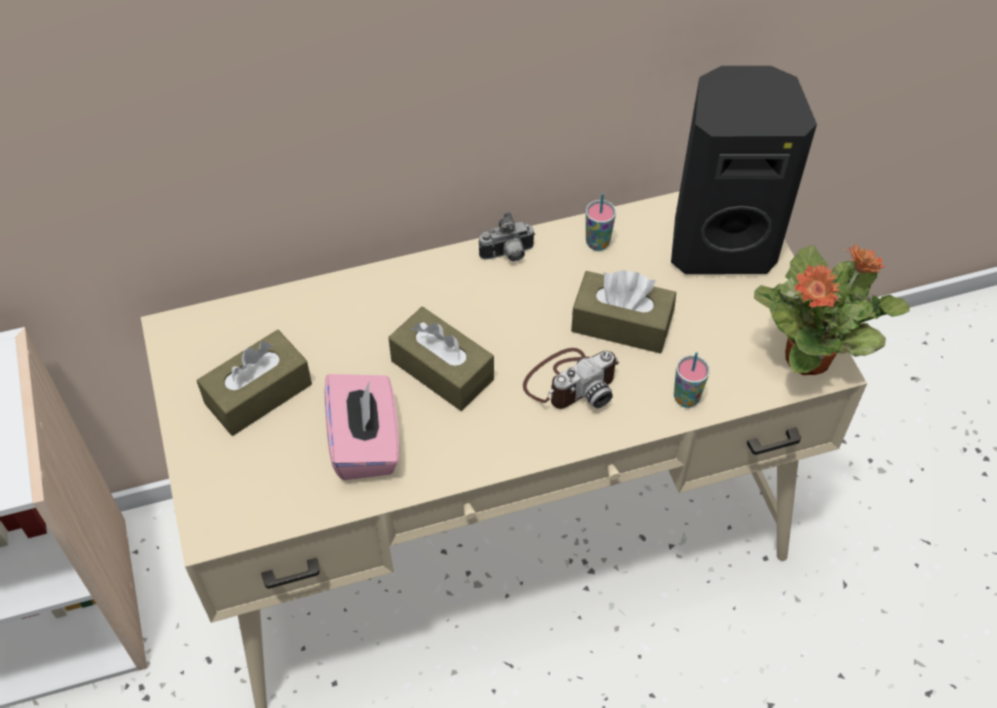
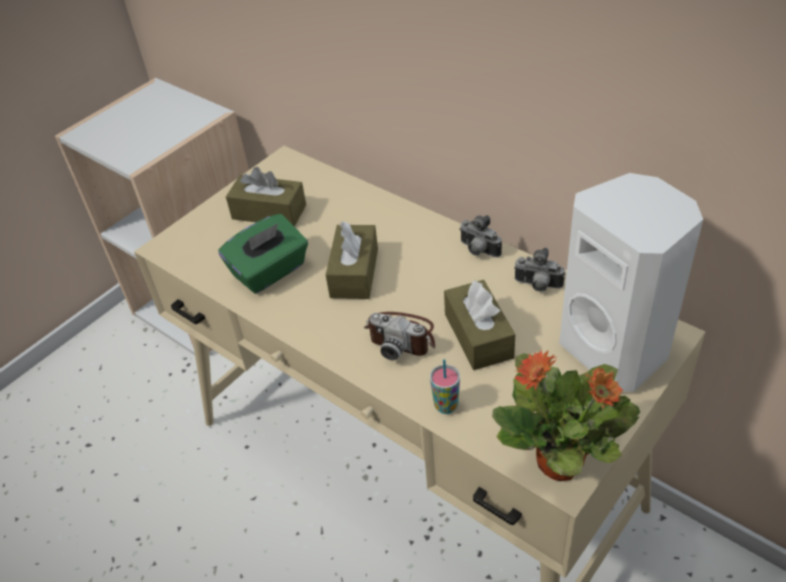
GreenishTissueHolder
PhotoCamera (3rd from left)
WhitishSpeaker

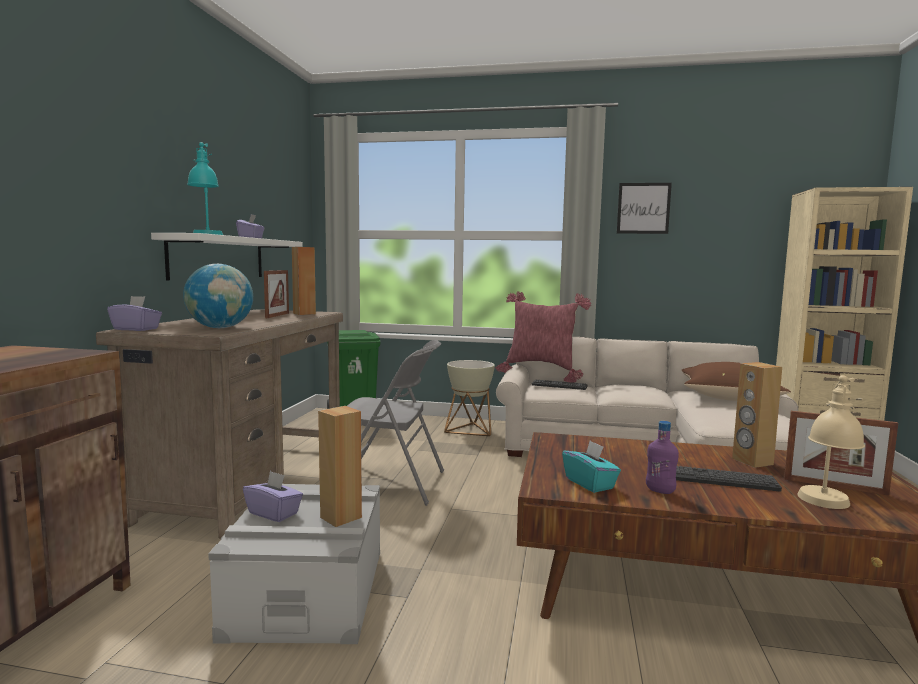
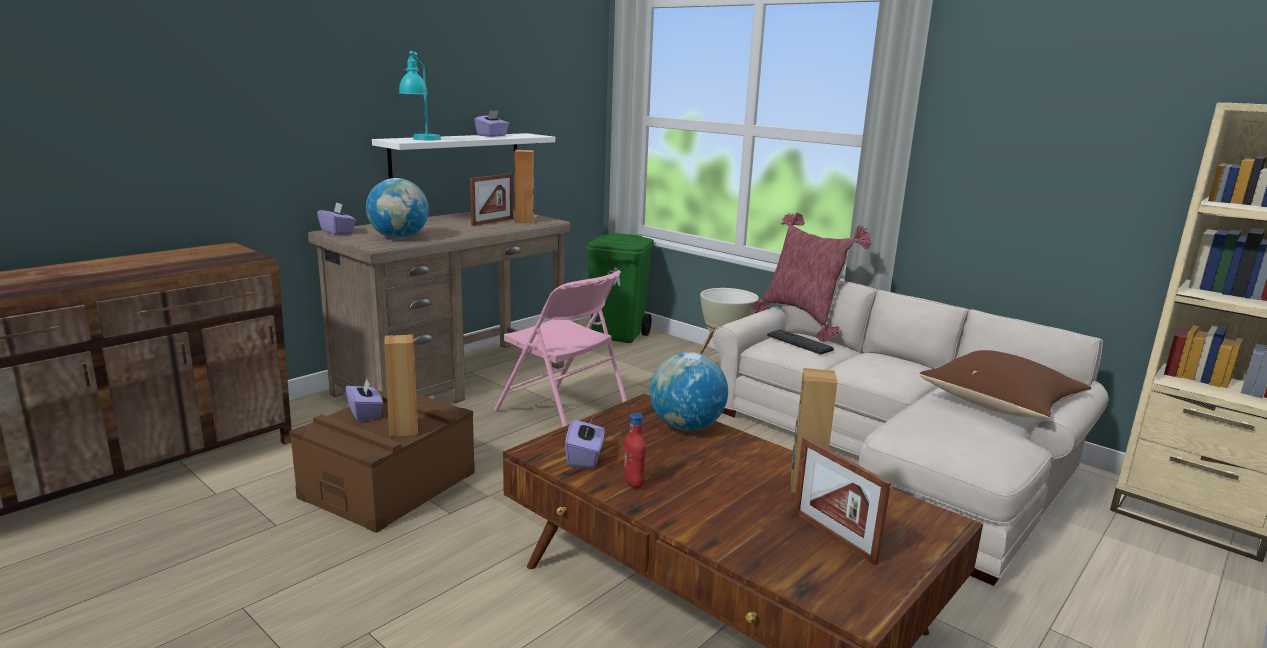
BrownColouredStorageBin
PinkishPlainChair
PurpleTissueHolder (4th from left)
WallArt
ReddishBeverageBottle
PcKeyboard (2nd from left in the first image)
BeigeColouredTabletopLamp
Globe (2nd from left)

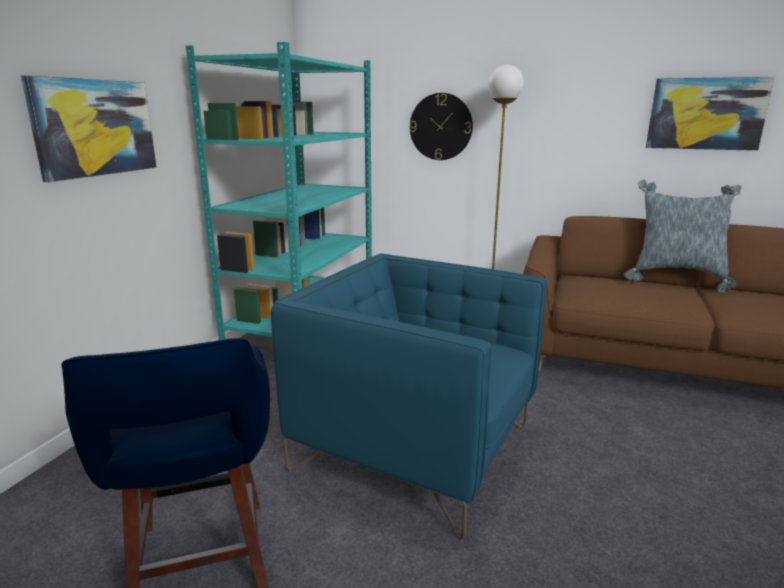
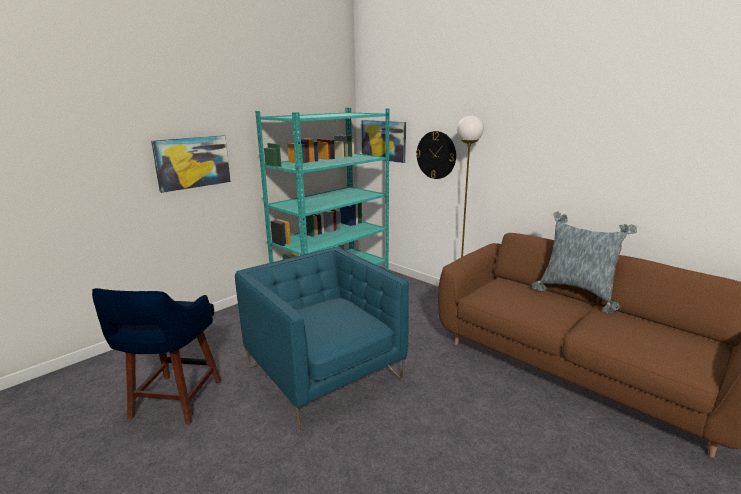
WallArt (2nd from left)

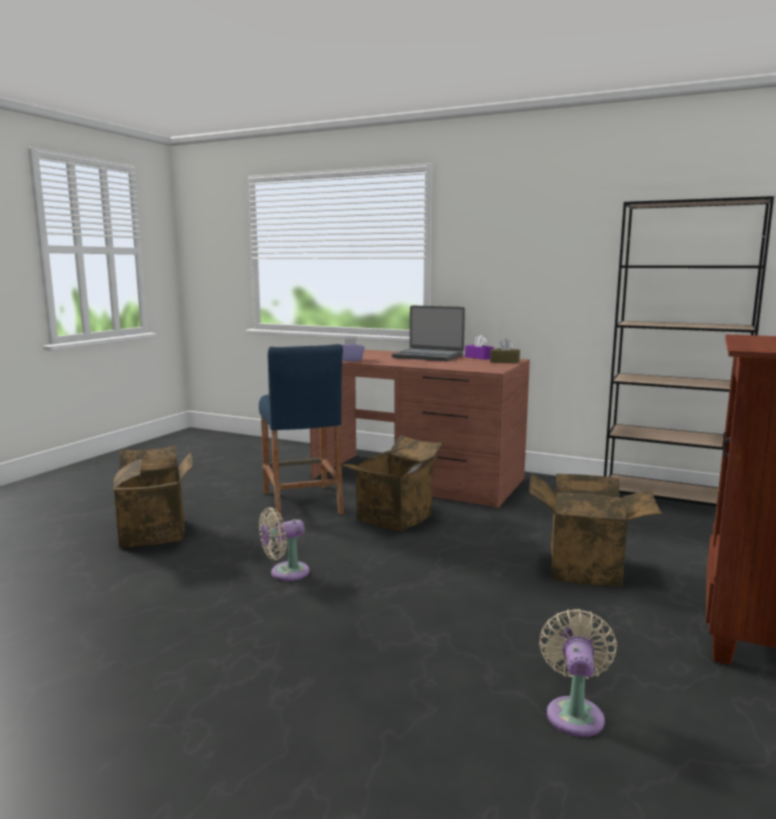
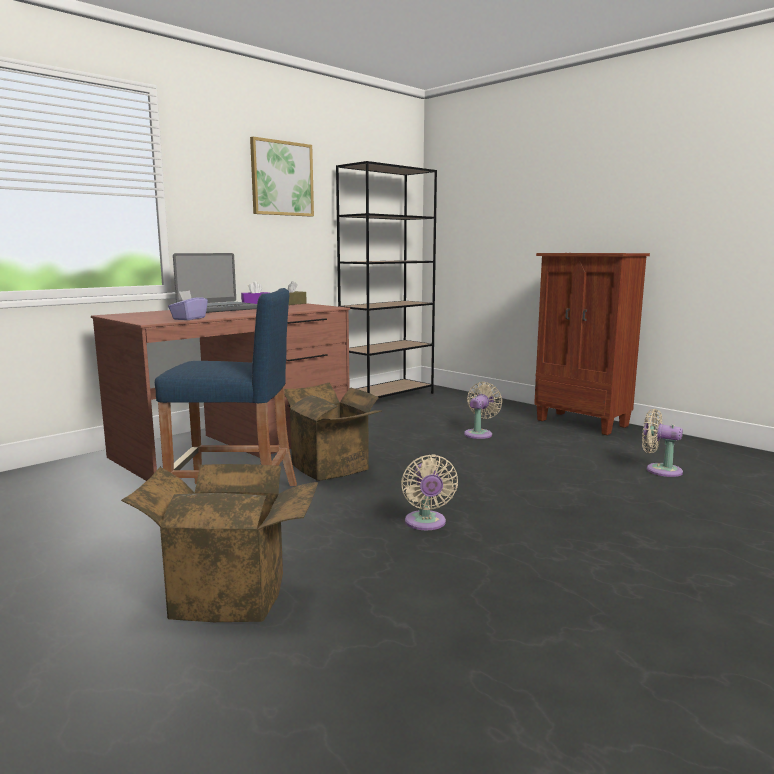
BeigeColouredFan (2nd from left)
WallArt

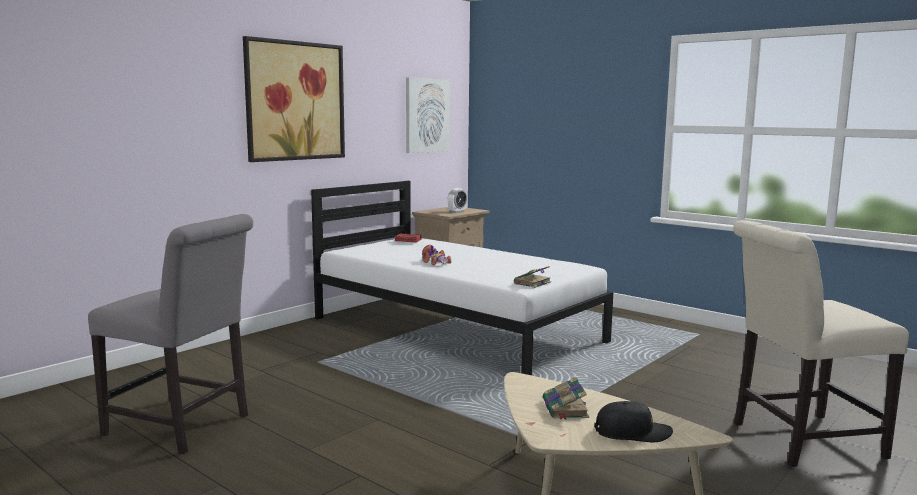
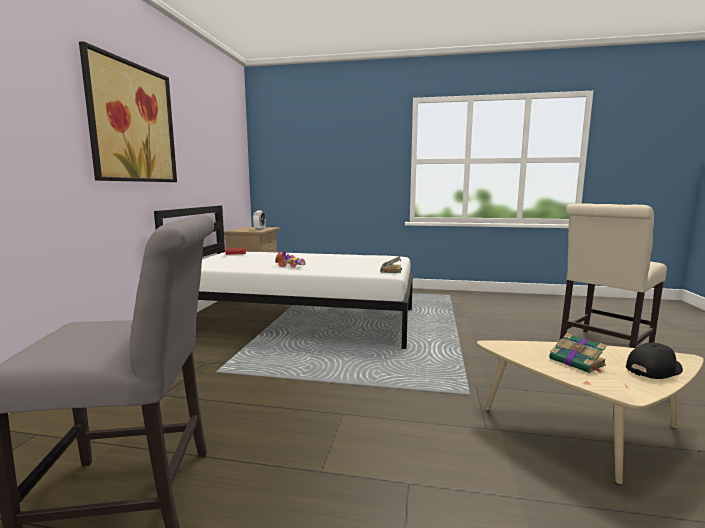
WallArt (2nd from left in the first image)

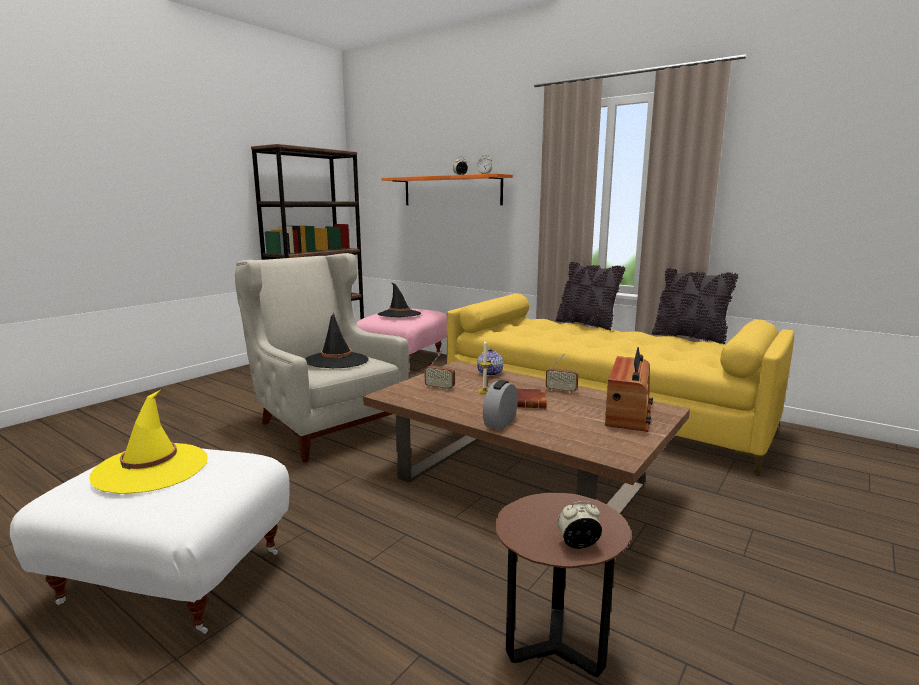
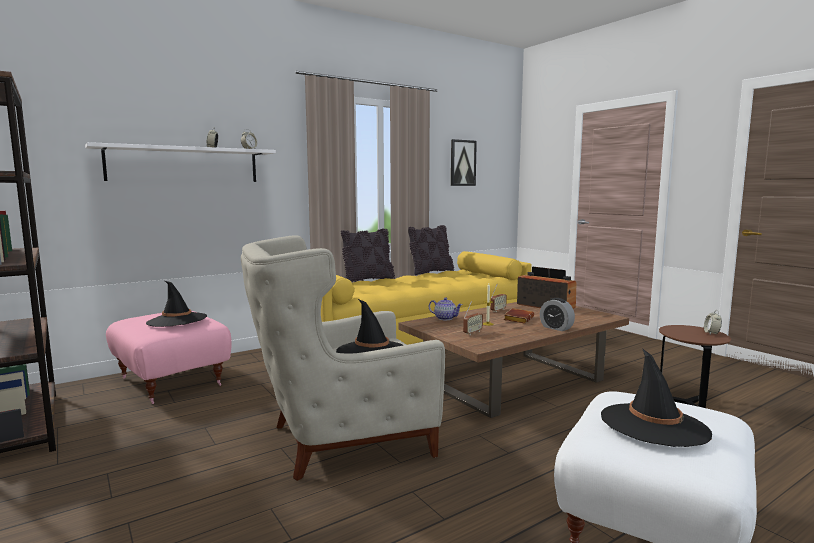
BlackishClothingHat (3rd from left)
WhitishWallShelf
WallArt

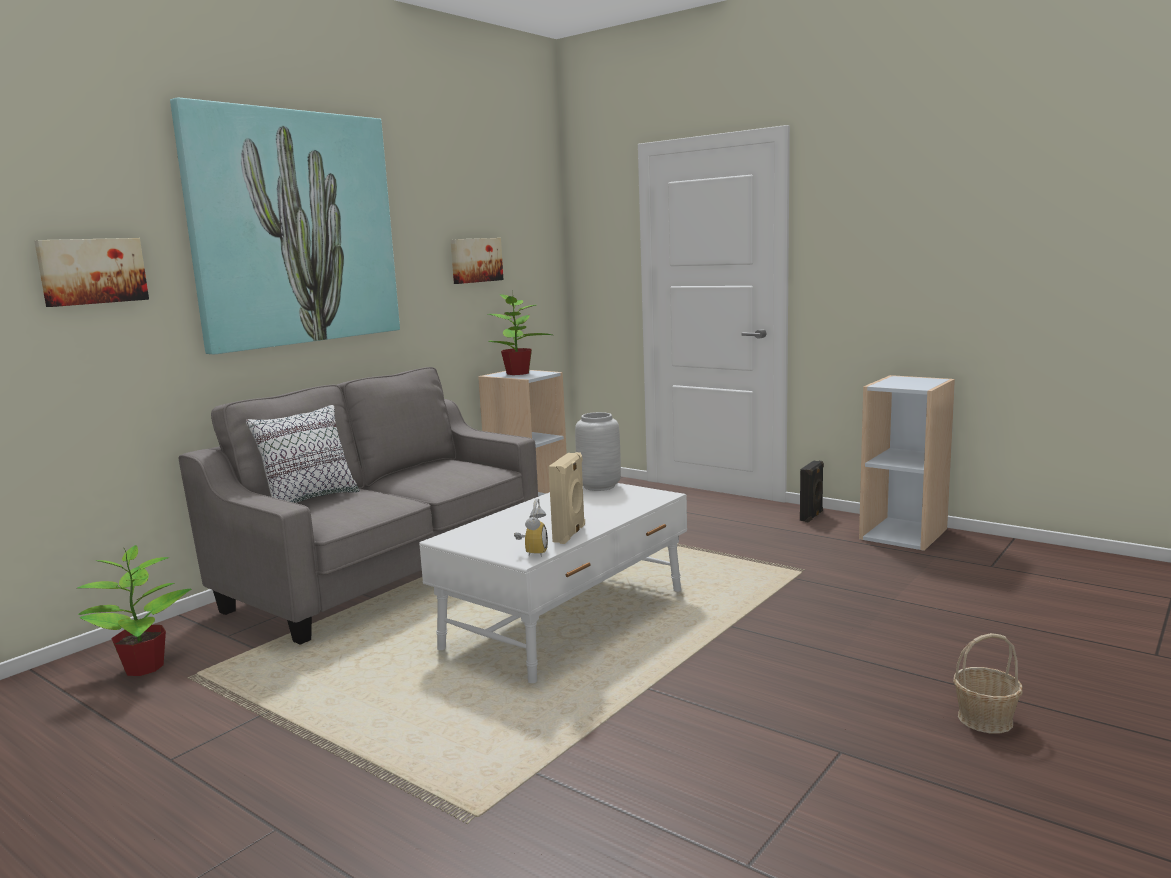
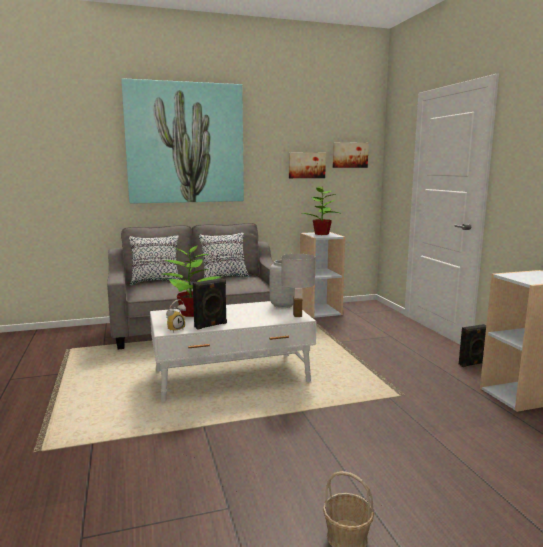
WallArt (3rd from left)
PottedPlant (1st from left)
BlackishSpeaker (1st from left)
WhitishThrowPillow (2nd from left)
WhitishTabletopLamp

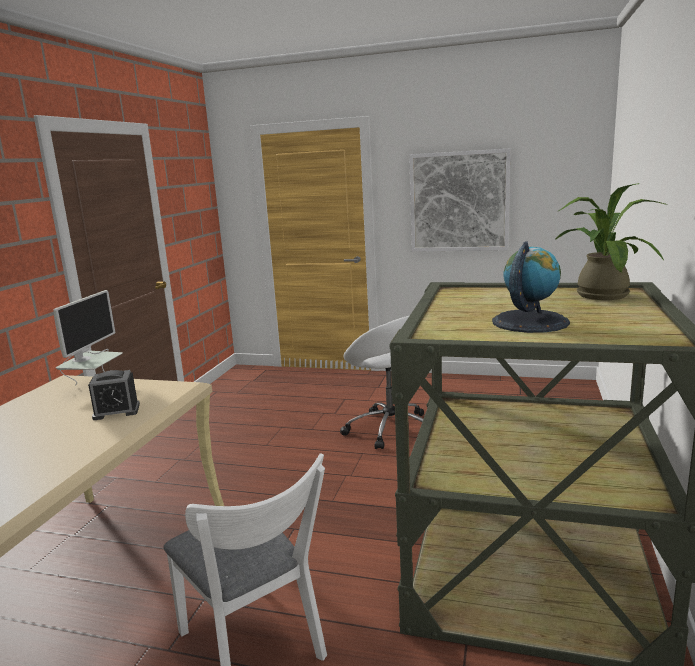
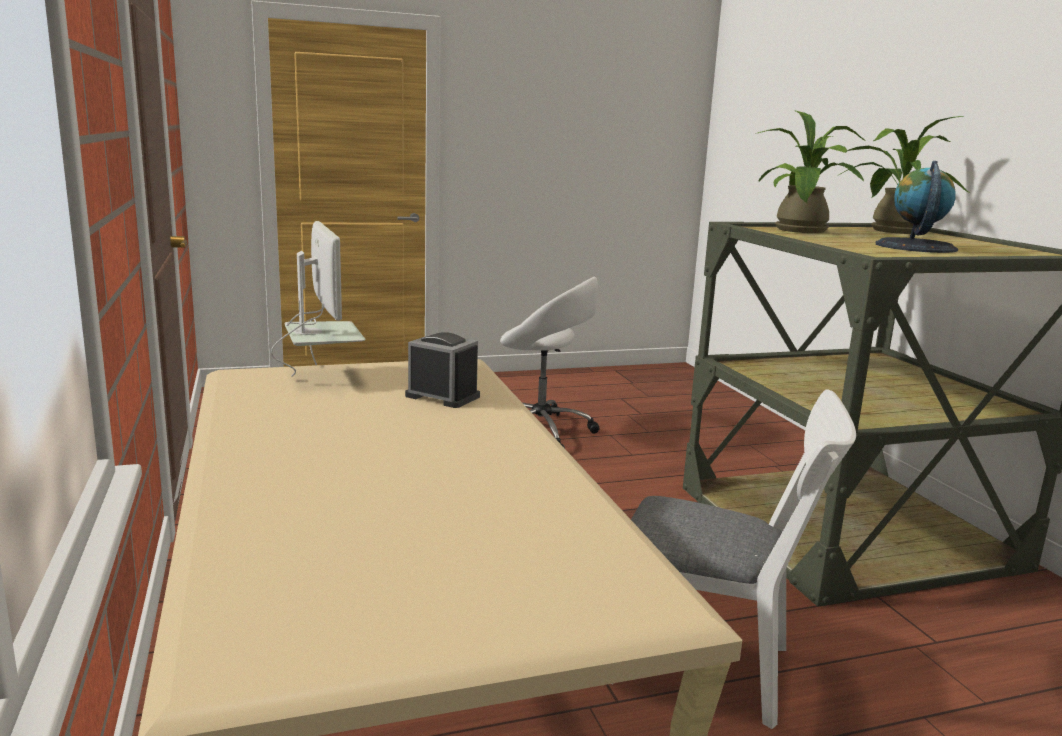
BedsideClock
WallArt
PottedPlant (1st from left)

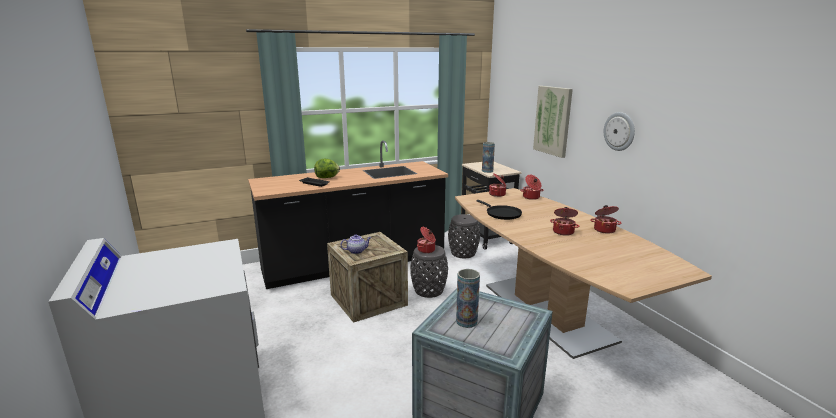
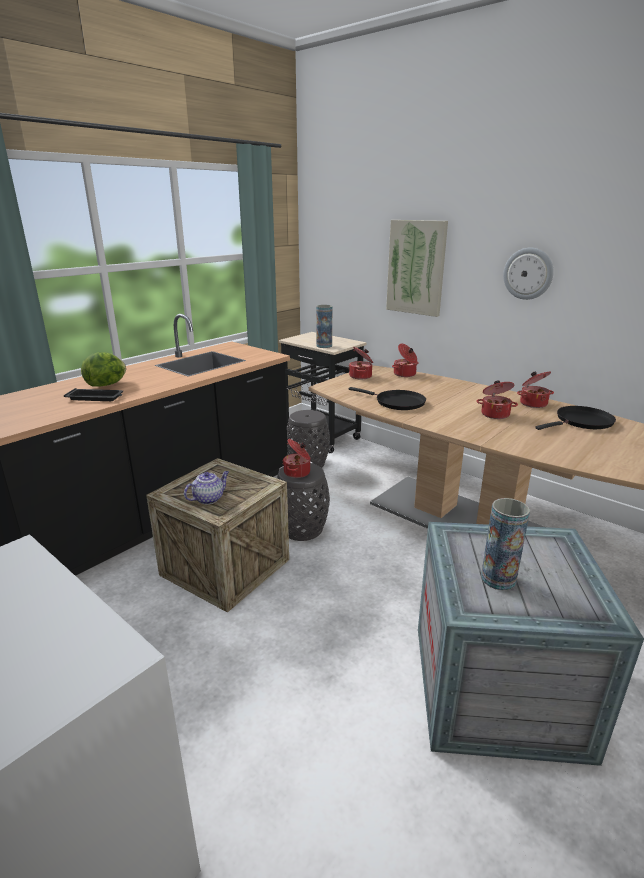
BlackishPan (2nd from left)

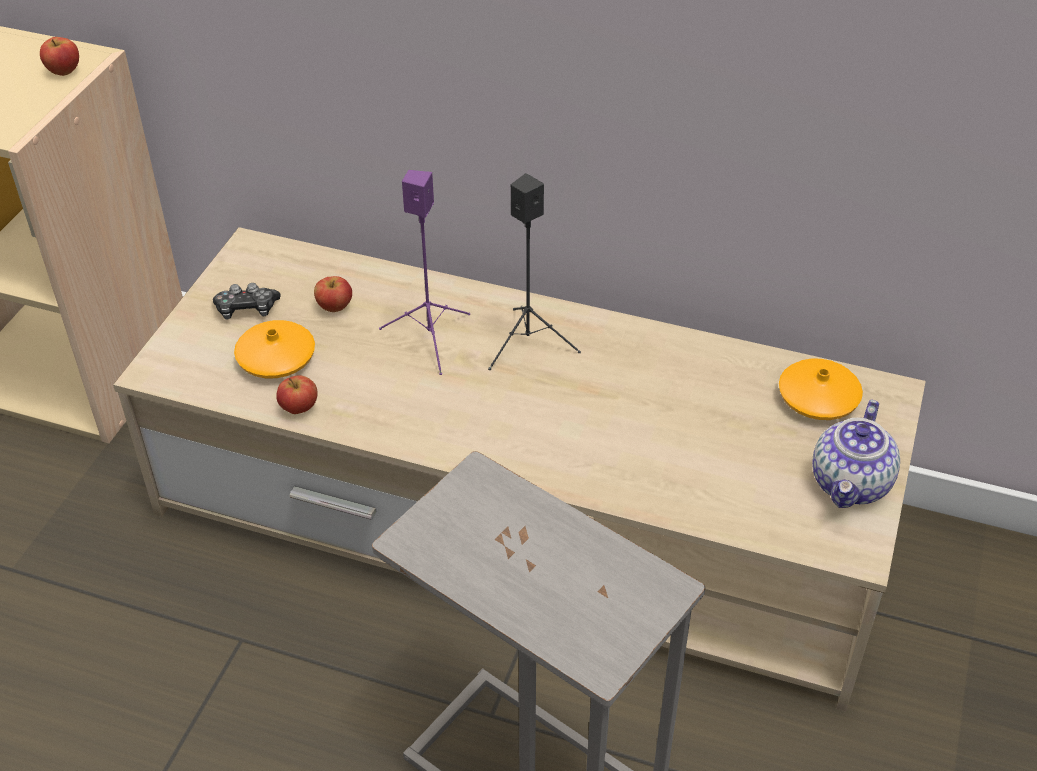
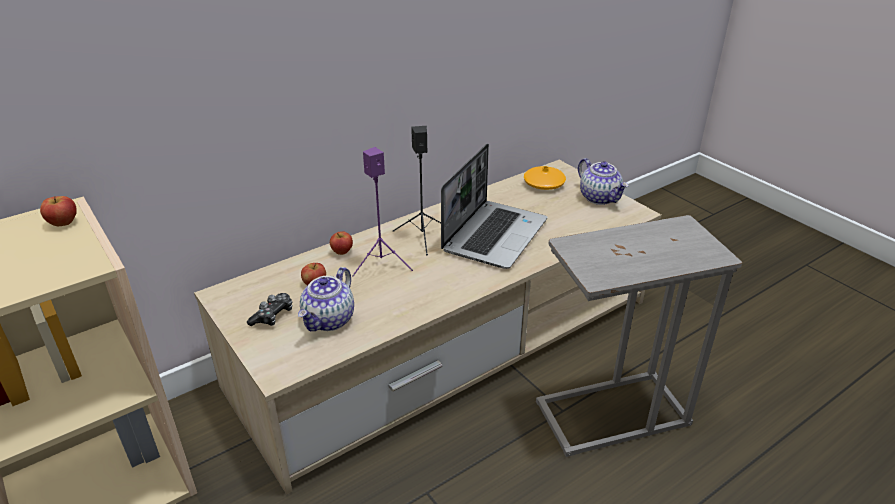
PotForTea (1st from left)
AppleFruit (3rd from left)
Laptop

